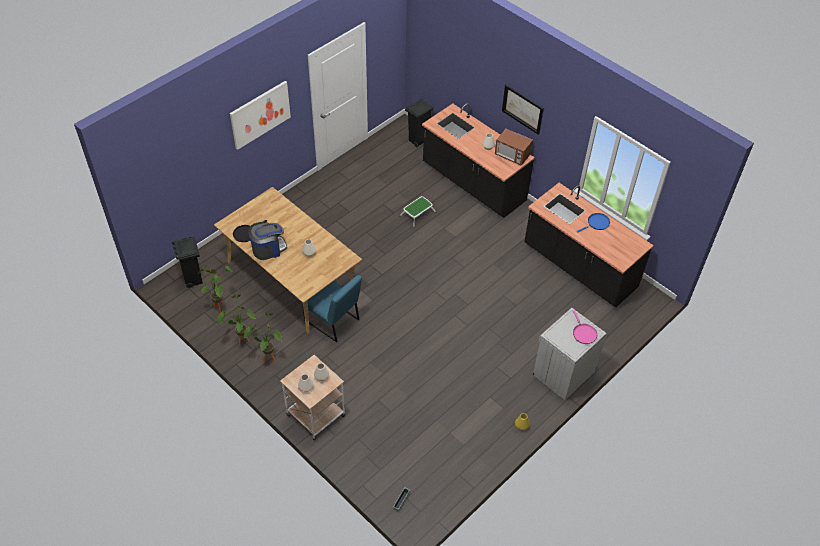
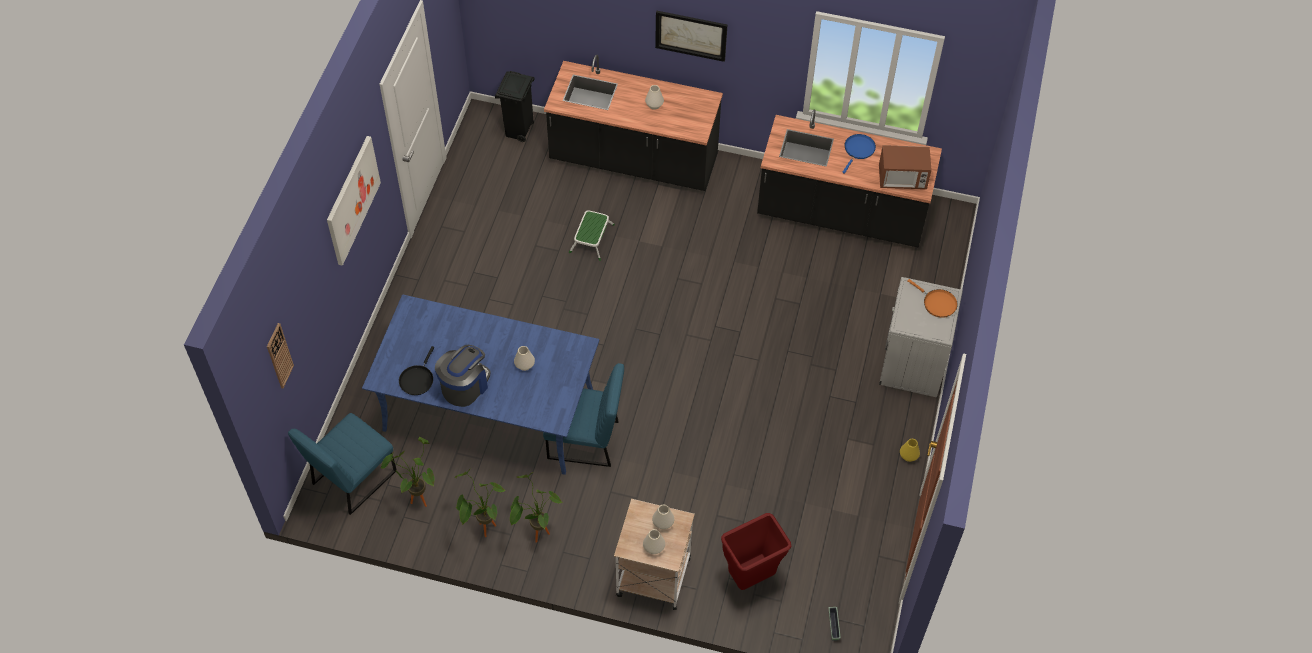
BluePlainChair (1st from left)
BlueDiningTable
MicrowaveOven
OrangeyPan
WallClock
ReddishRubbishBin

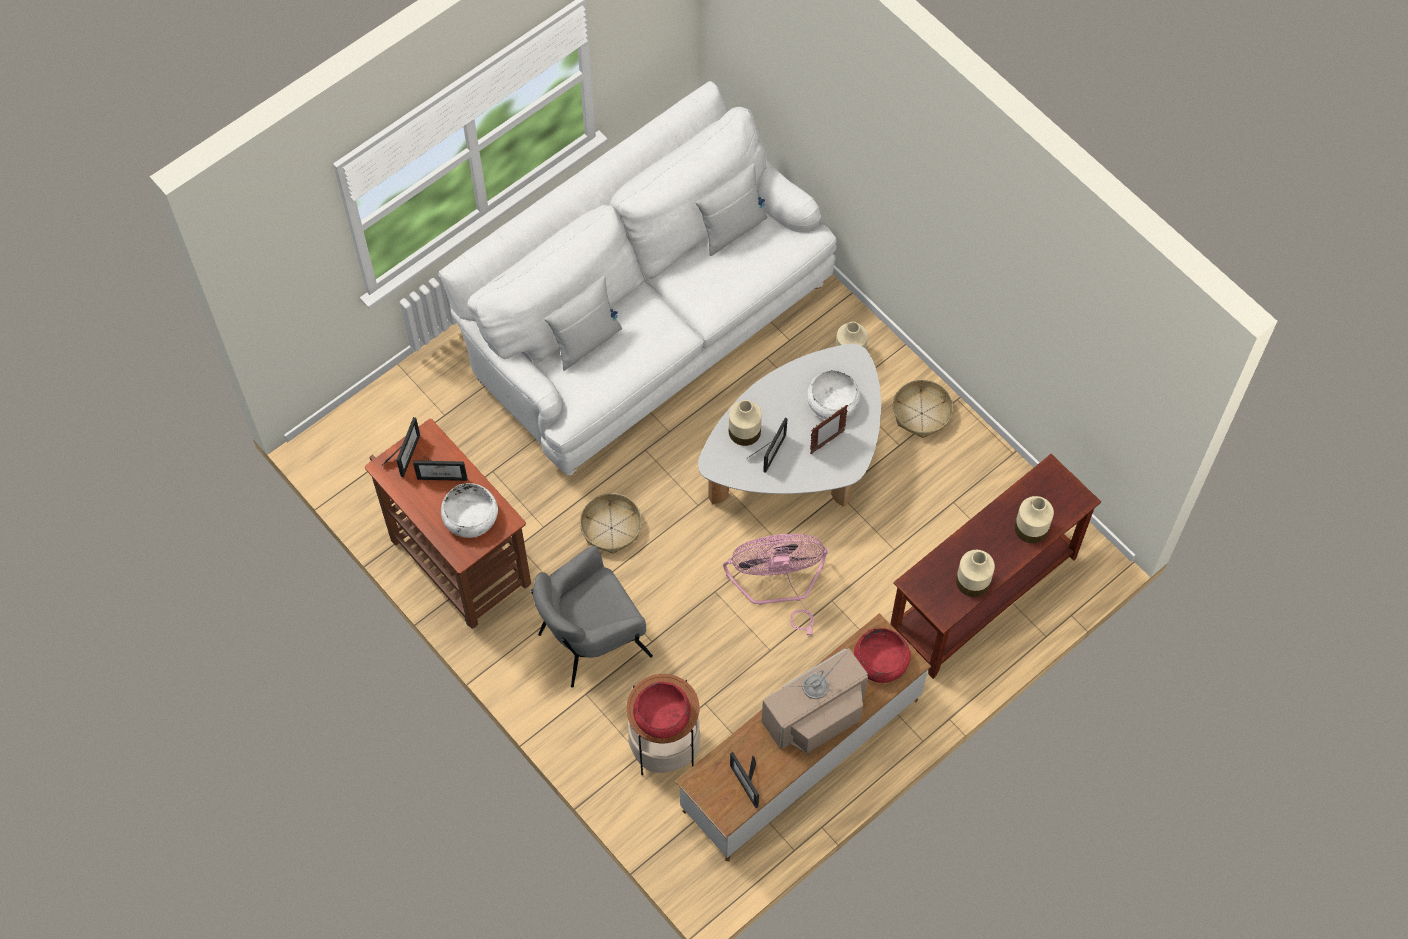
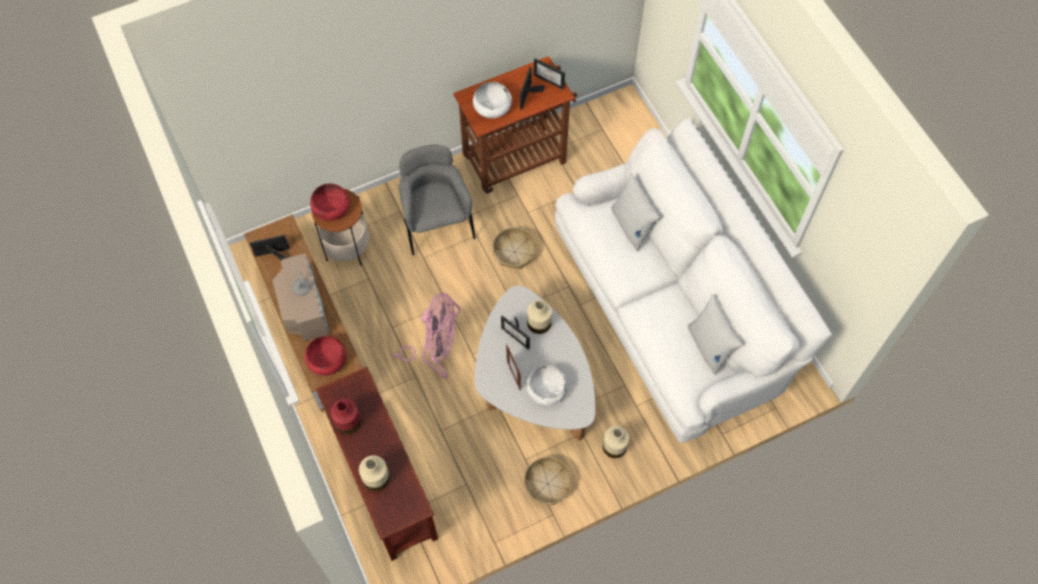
ReddishDecorativeVase

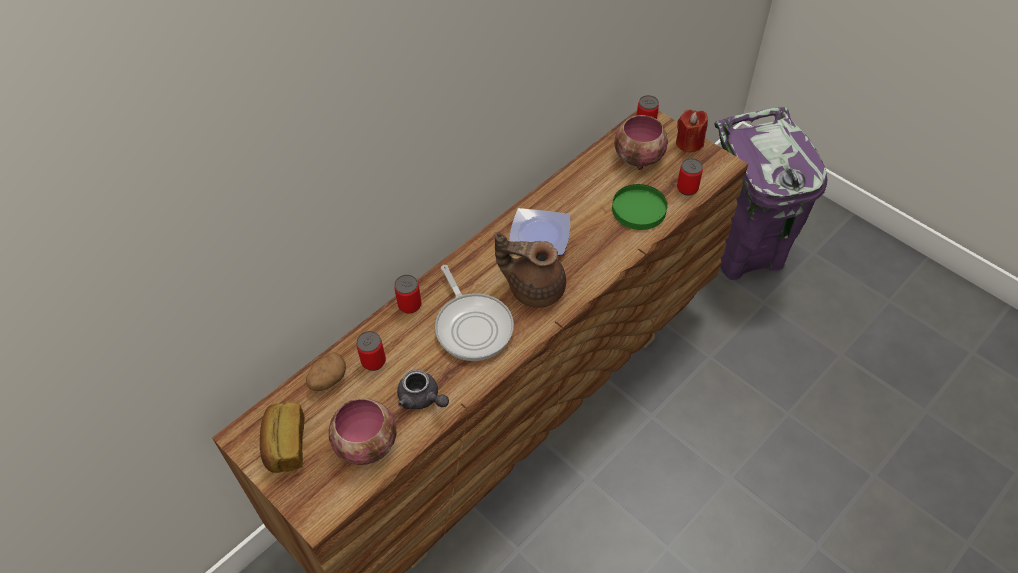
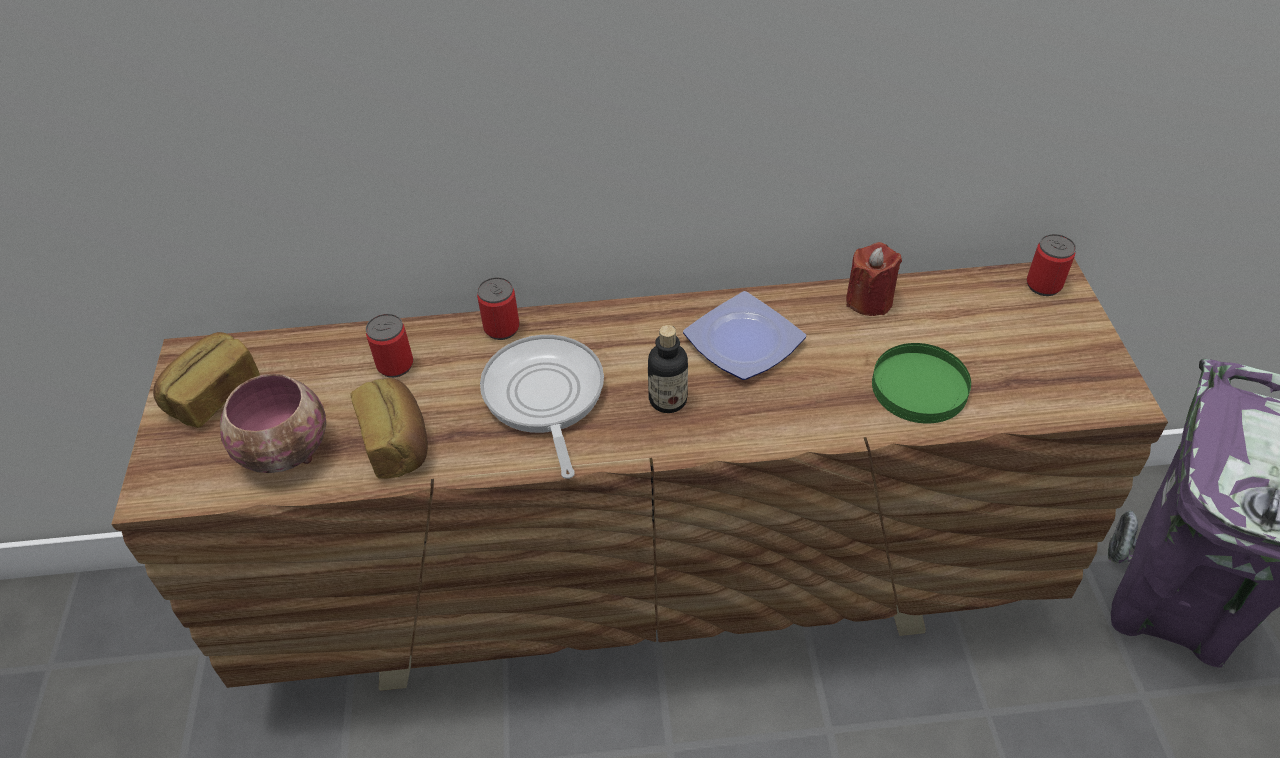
WholePotato
BakedBread (2nd from left)
Pan
BeverageBottle
ServingBowl (2nd from left in the first image)
ReddishWaxLight
MetalCan (4th from left in the first image)

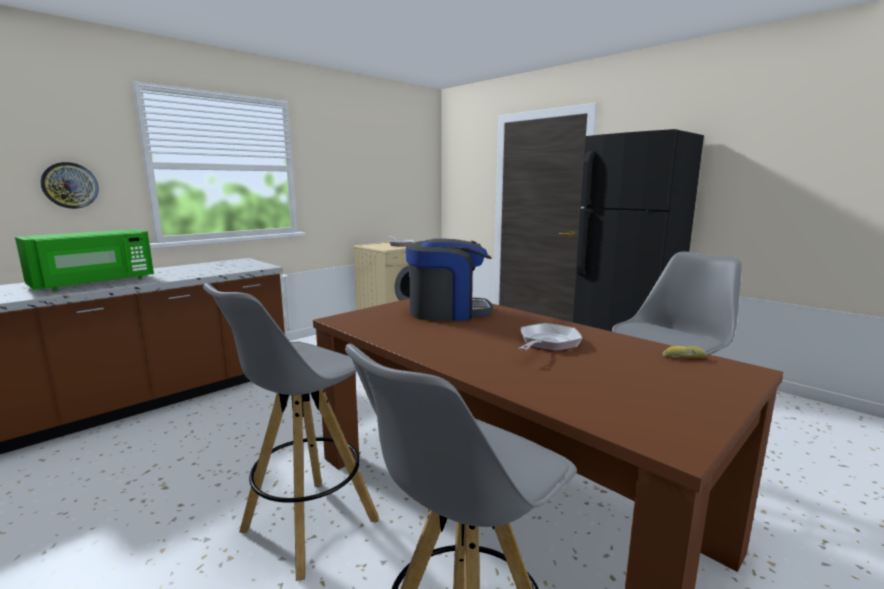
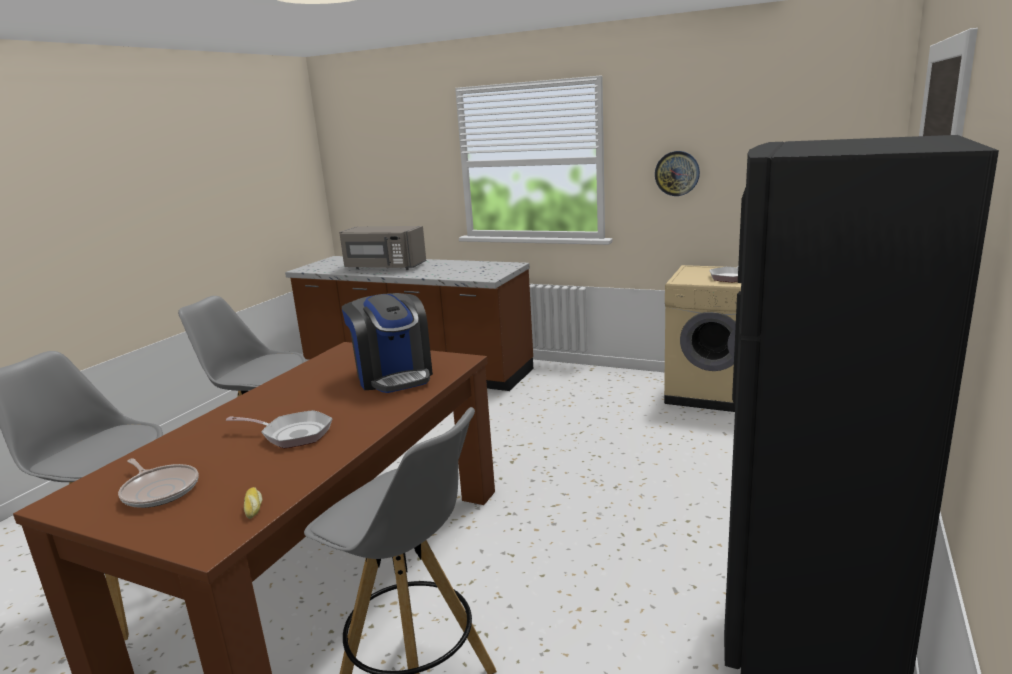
GrayMicrowaveOven
WallClock
Pan (1st from left)

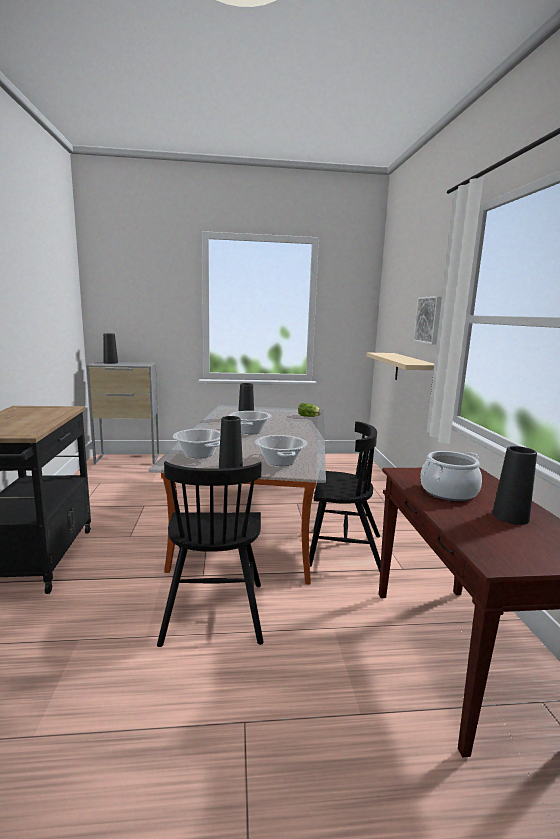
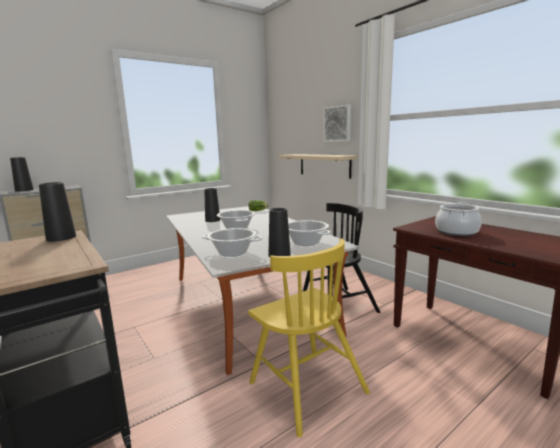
YellowPlainChair
BlackishDecorativeVase (2nd from left)

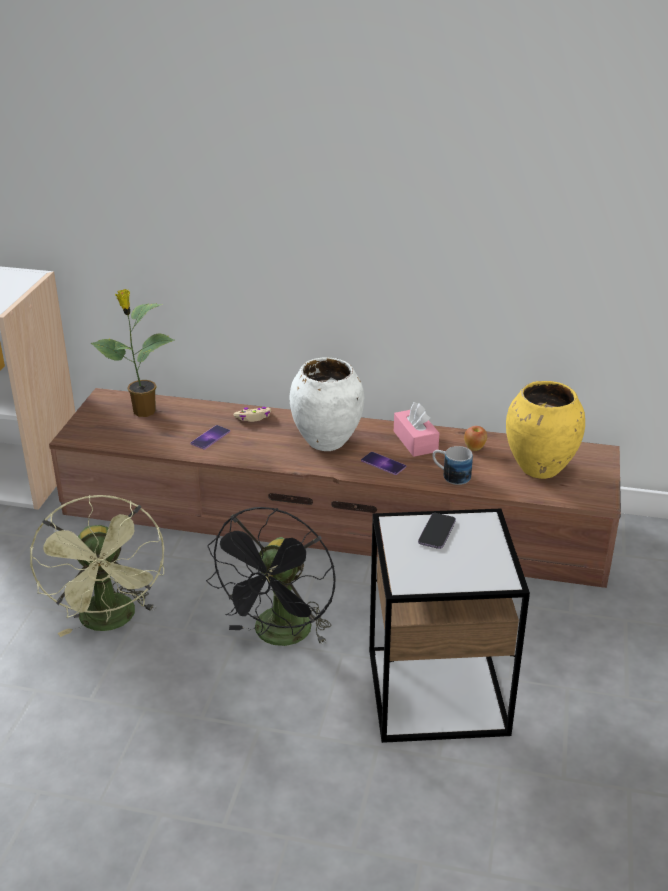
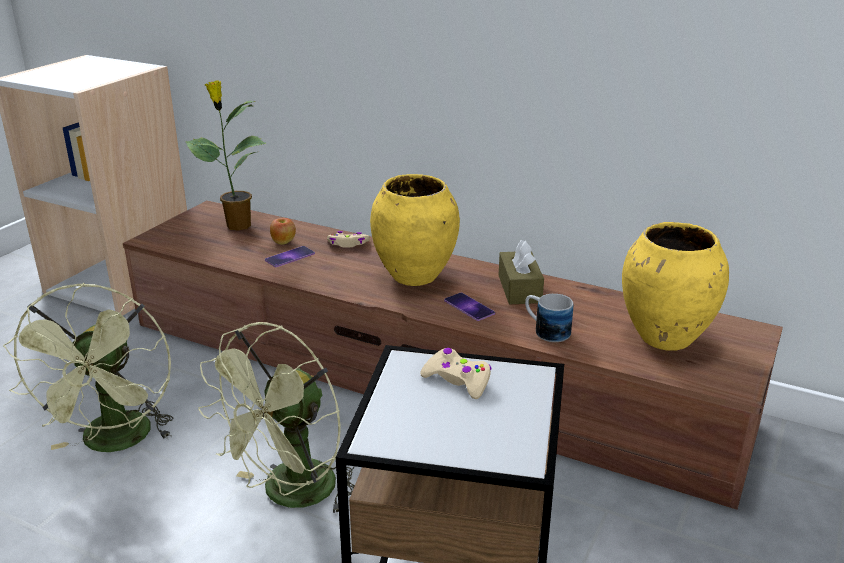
GreenishFan (2nd from left)
YellowDecorativeVase (1st from left)
BrownColouredTissueHolder
BeigeColouredGameController (2nd from left)
AppleFruit

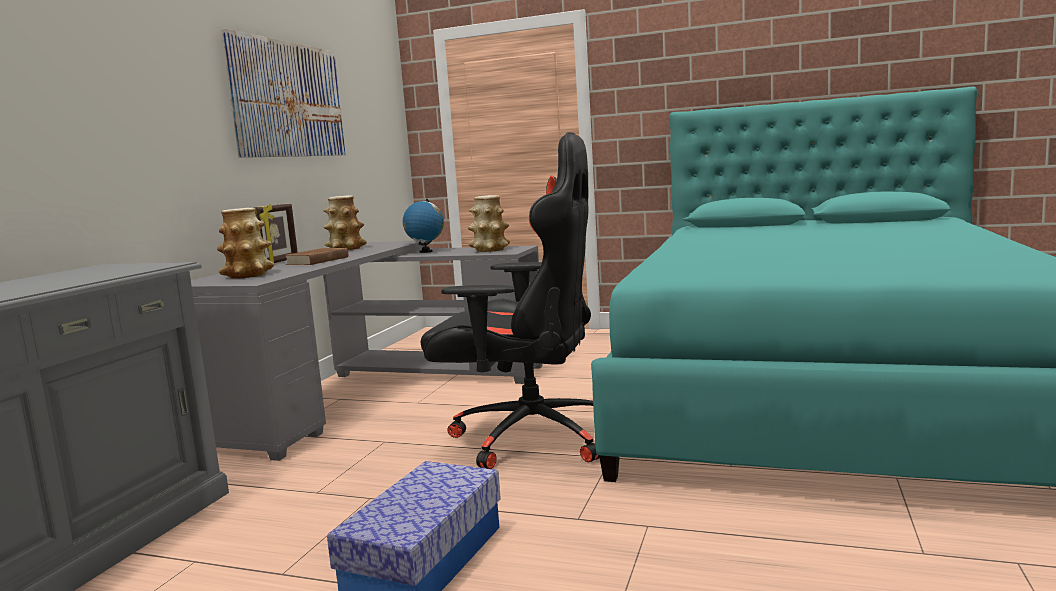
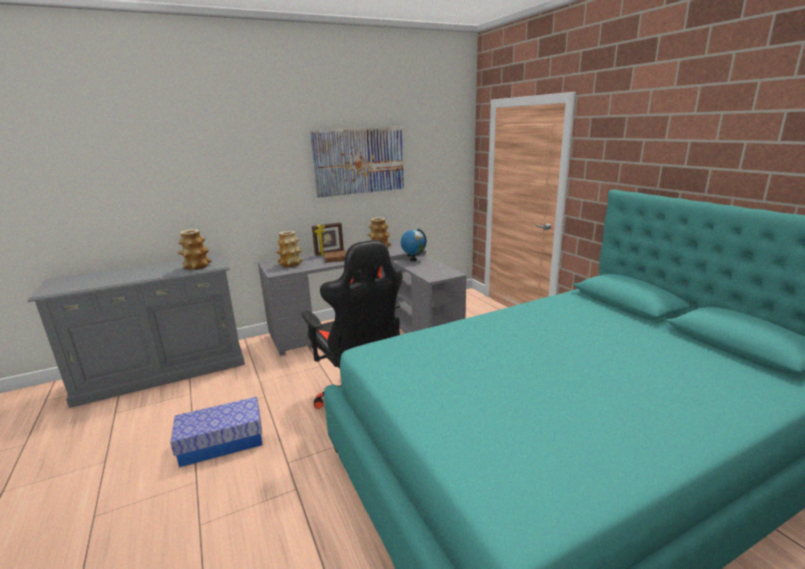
DecorativeVase (1st from left)

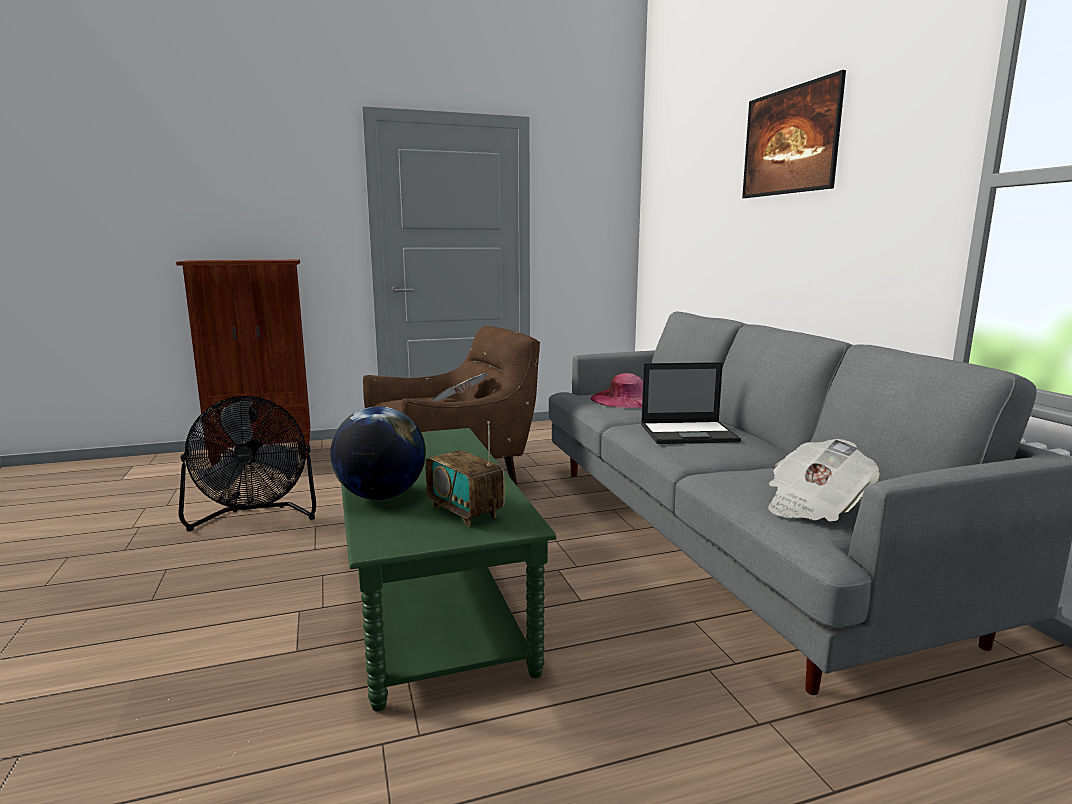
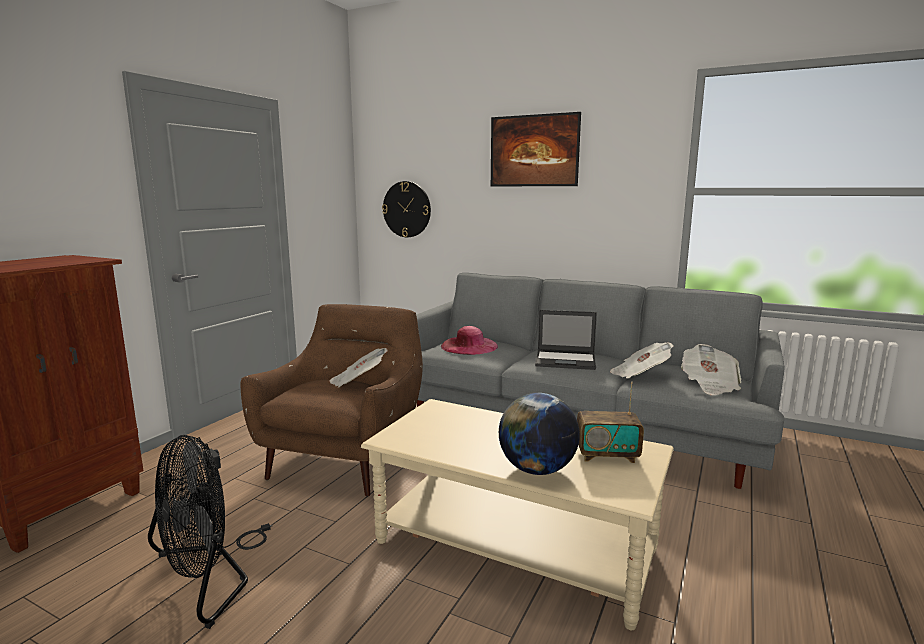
BlackishFan
BeigeColouredCoffeeTable
Laptop
WallClock
DailyPaper (2nd from left)

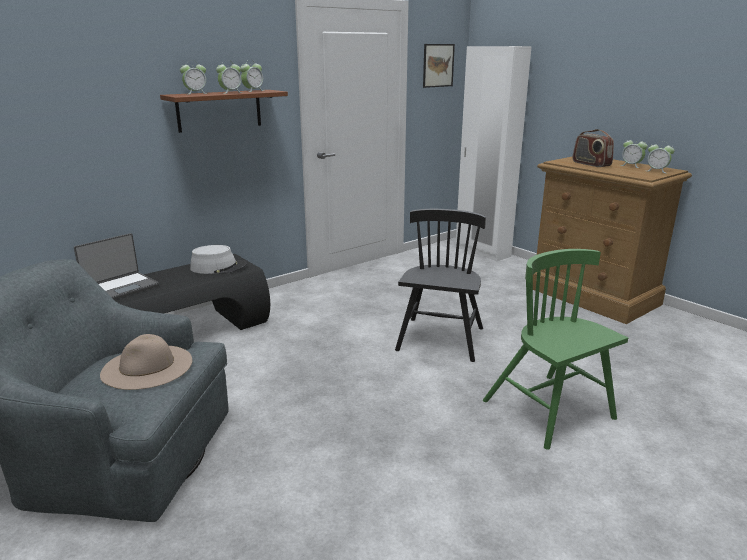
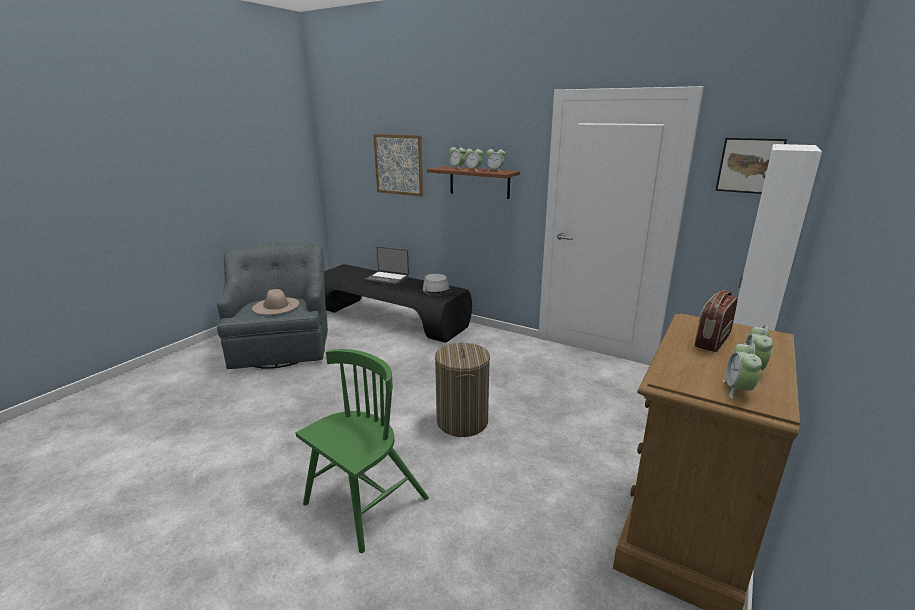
Hamper
WallArt (1st from left)

